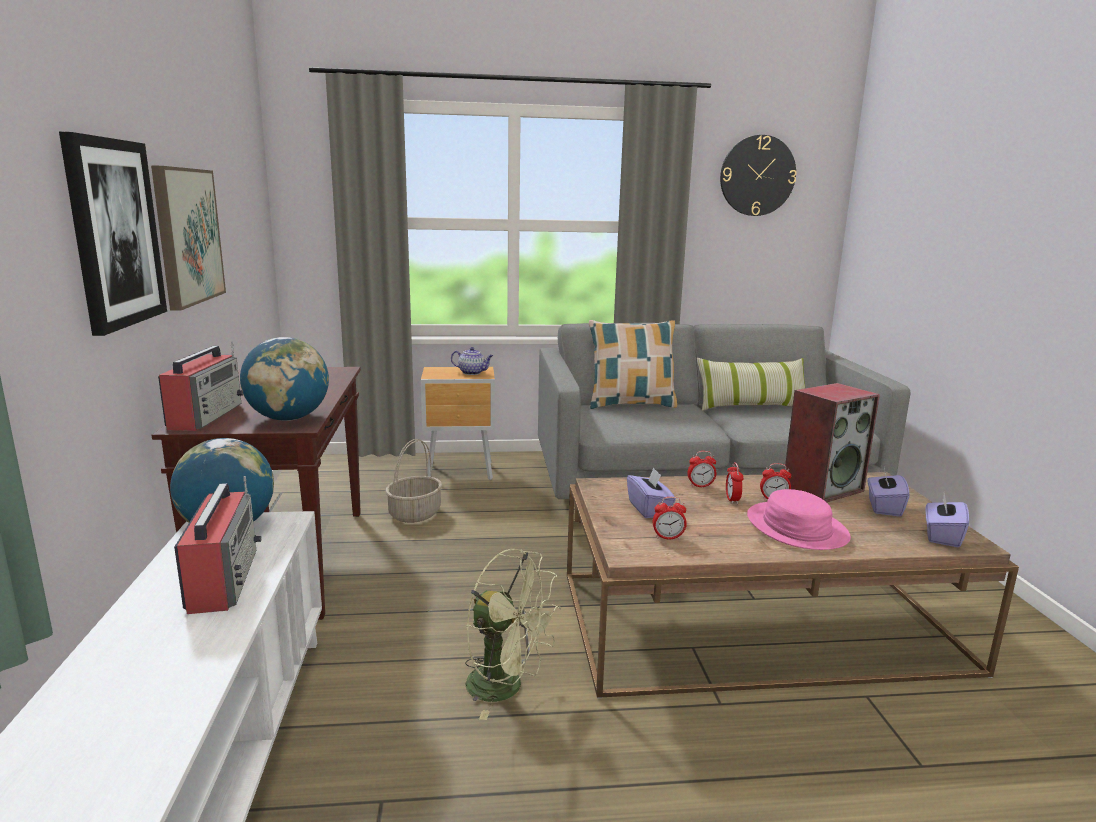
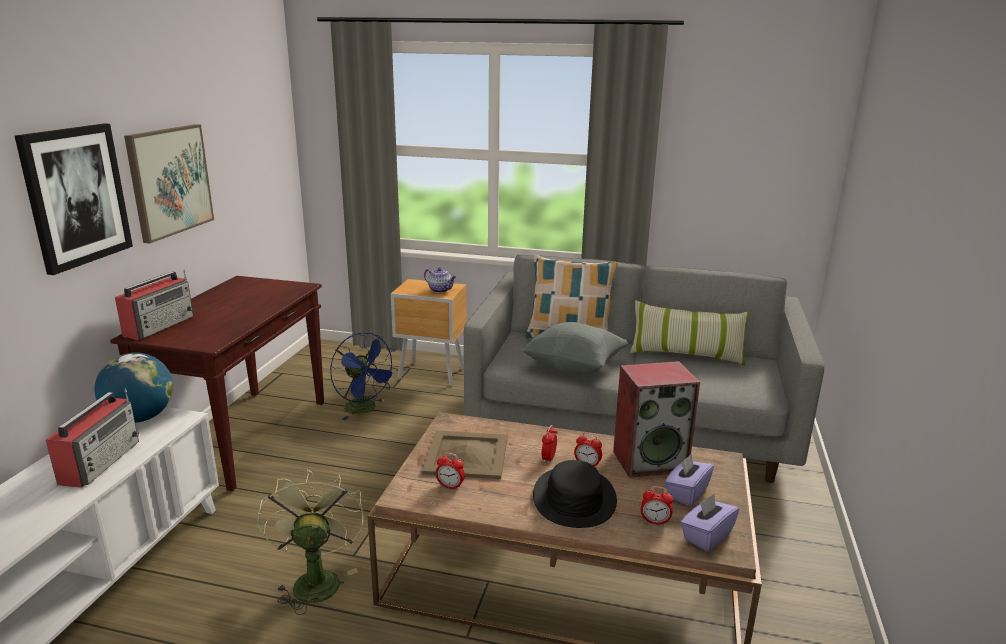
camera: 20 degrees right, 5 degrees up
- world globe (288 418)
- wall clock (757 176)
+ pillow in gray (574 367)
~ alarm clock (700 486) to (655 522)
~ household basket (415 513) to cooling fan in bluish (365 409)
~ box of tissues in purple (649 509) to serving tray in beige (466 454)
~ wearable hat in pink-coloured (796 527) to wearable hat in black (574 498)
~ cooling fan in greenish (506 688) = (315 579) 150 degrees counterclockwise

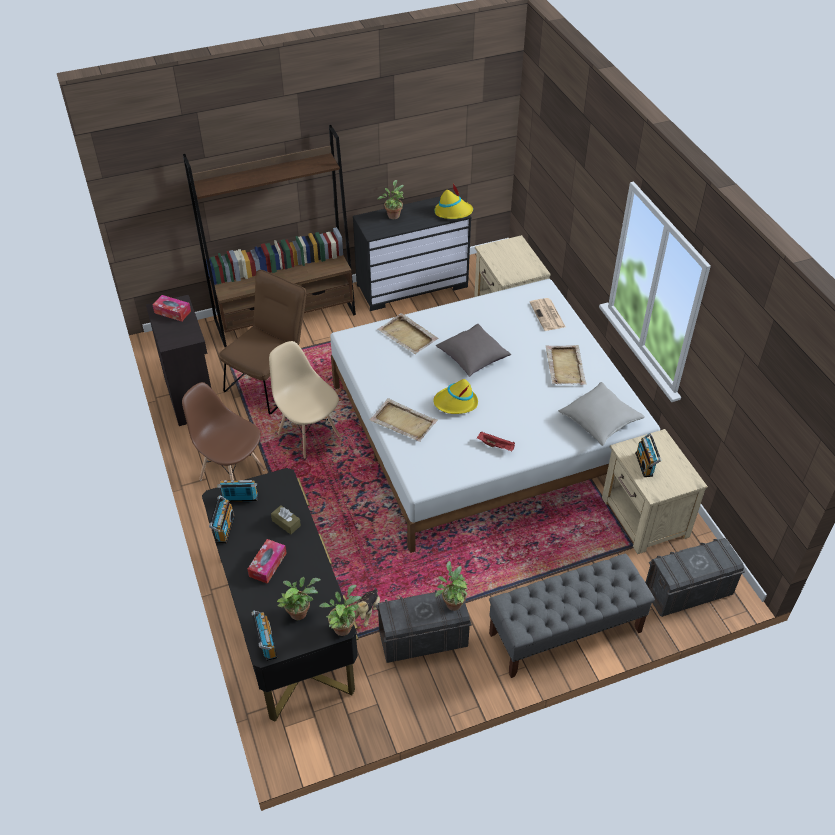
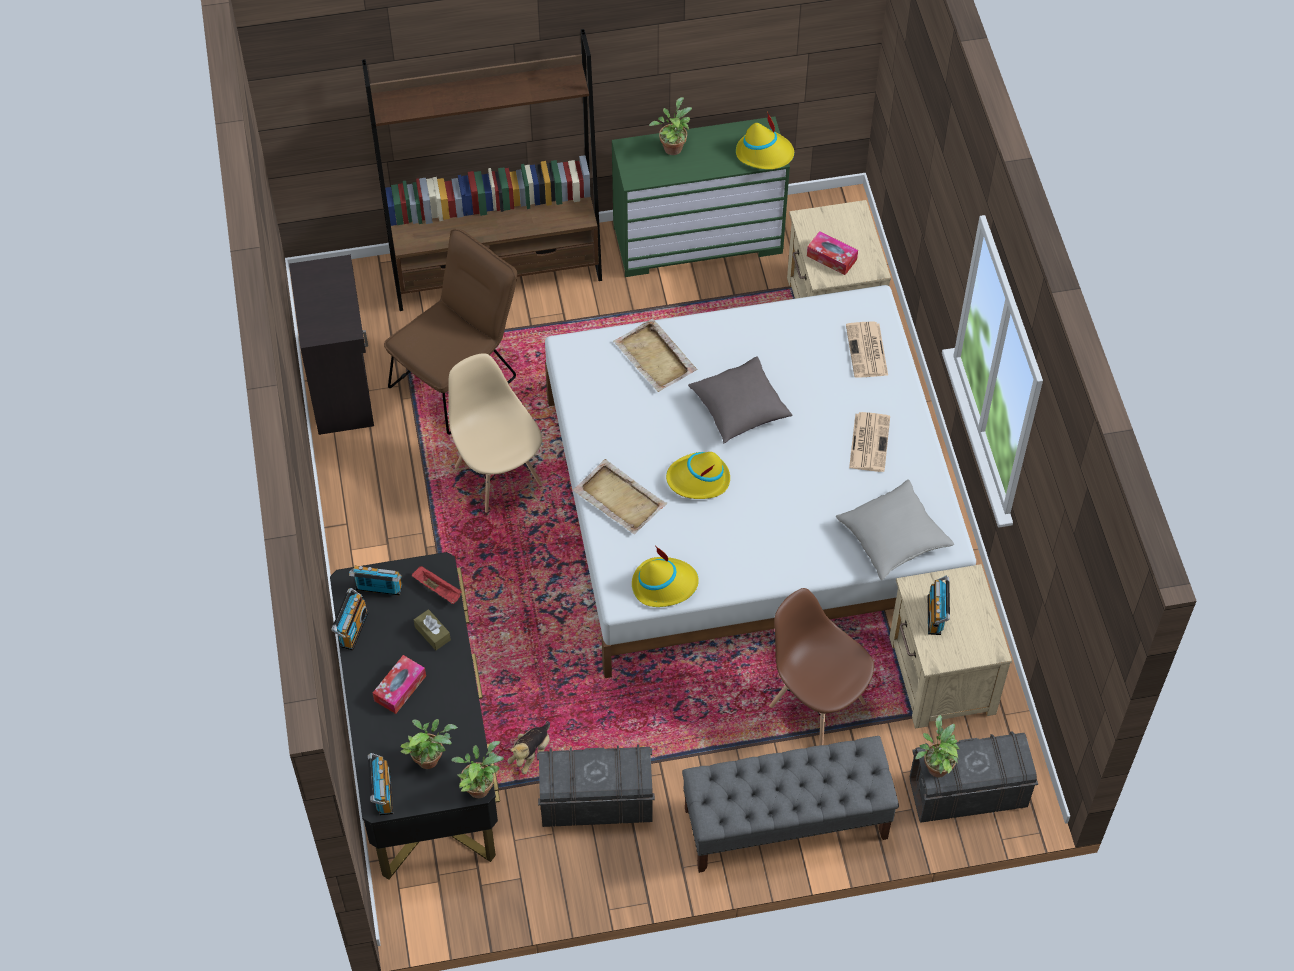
camera: 10 degrees right, 10 degrees up
+ wearable hat in yellow (664 584)
~ box of tissues (172 312) to (831 257)
~ chair in brown (231 474) to (816 704)
~ houseplant (452 602) to (936 765)
~ serving tray in red-coloured (496 446) to (438 590)
~ serving tray in beige (565 366) to newspaper (869 441)
~ drawer chest in black (412 286) to drawer chest in greenish (698 239)

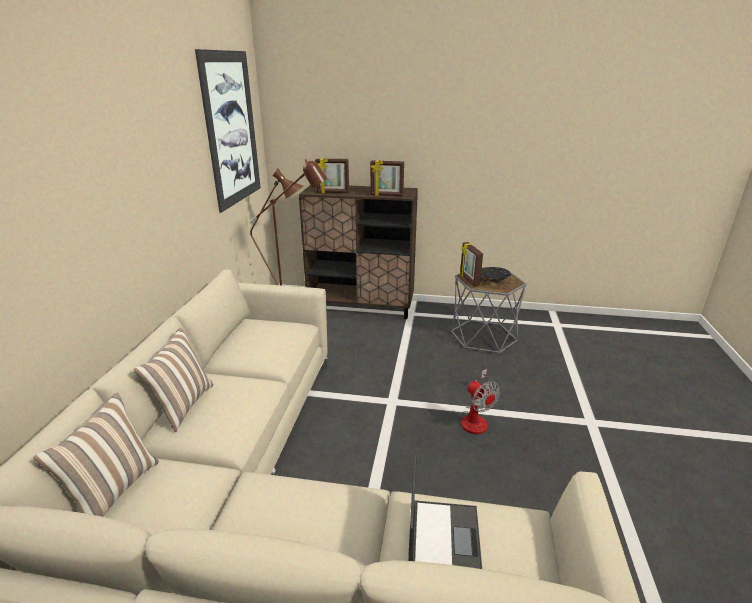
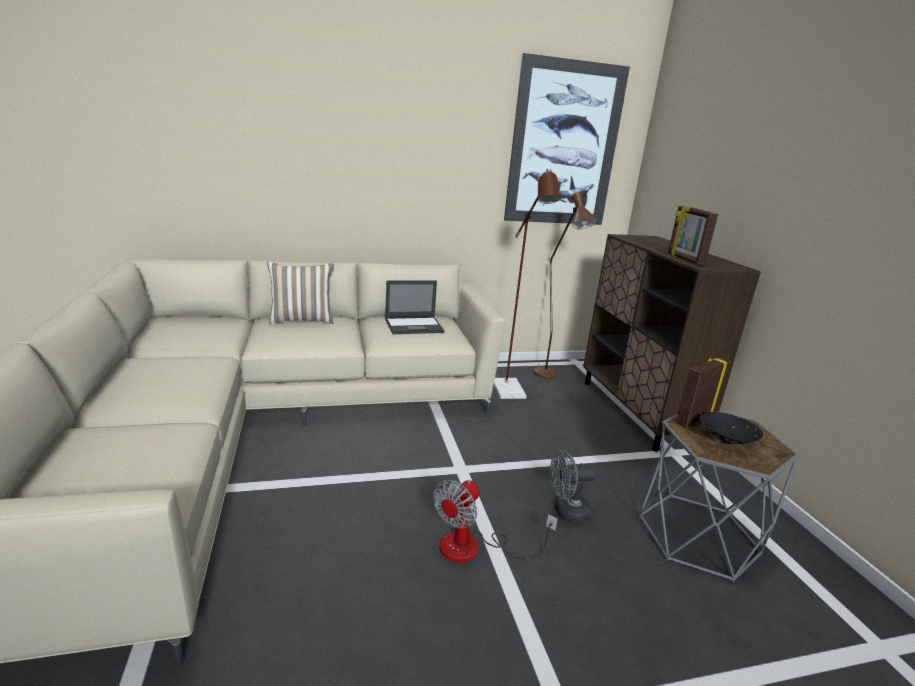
camera: 65 degrees right, 5 degrees down
- pillow (113 490)
- photo frame (333 192)
+ cooling fan in gray (566 512)
~ laptop (443 540) to (414 326)

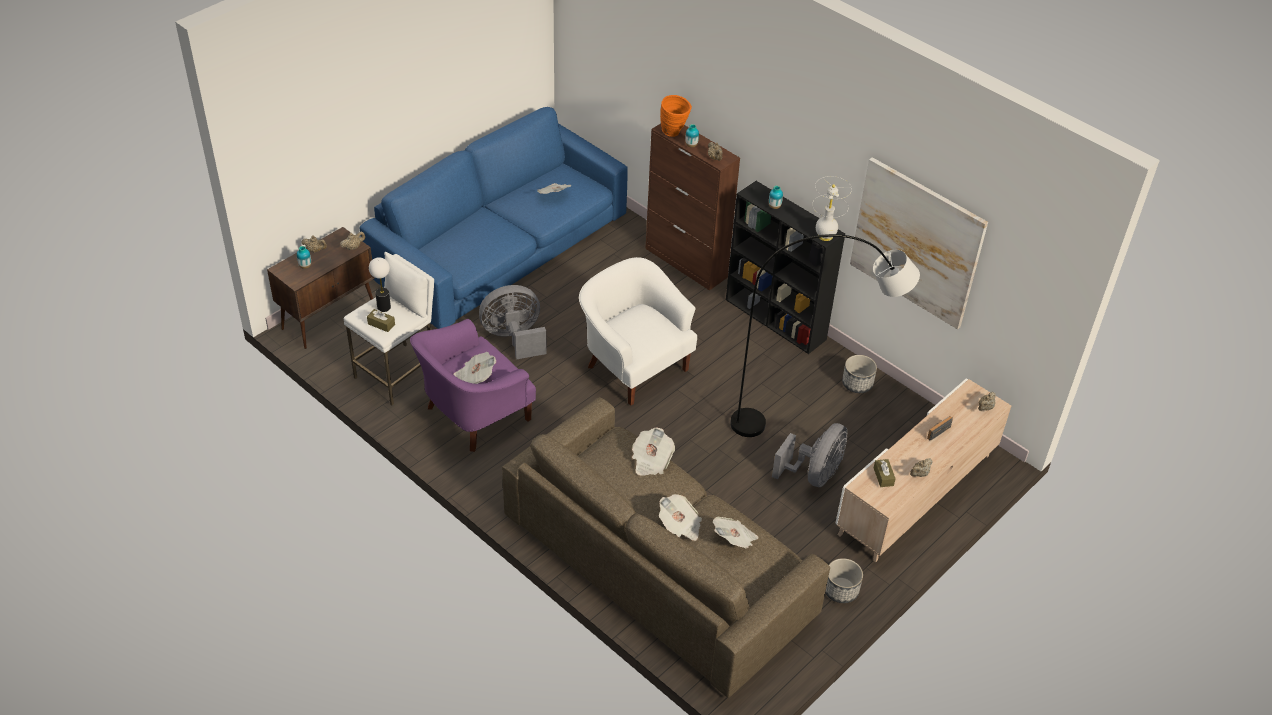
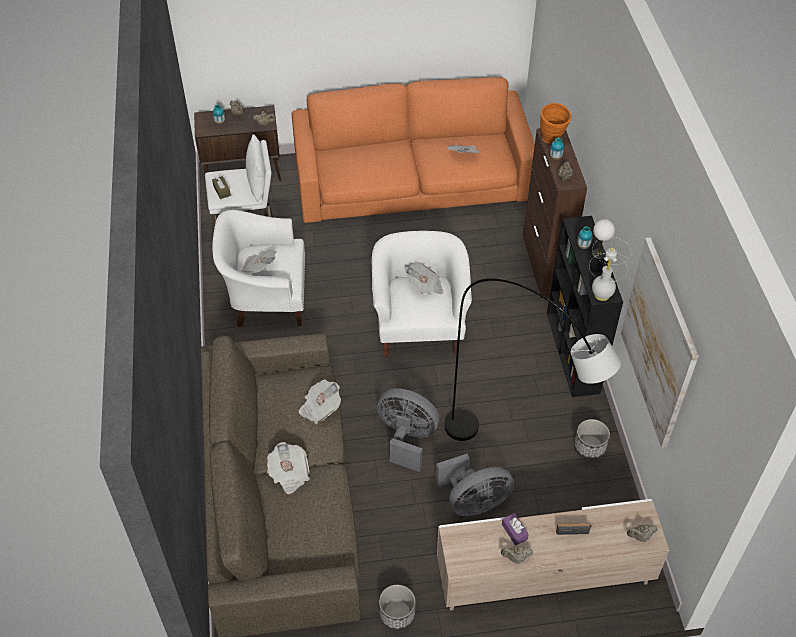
camera: 40 degrees right, 5 degrees up
- box of tissues in brown (883 476)
+ box of tissues in purple (514 532)
~ tabletop lamp (384 307) to (596 267)
~ cooling fan in gray (514 338) to (407 438)
~ newspaper (734 540) to (425 286)
~ sofa in bluish (500 247) to sofa in orange-coloured (412 180)
~ lounge chair in purple (473 415) to lounge chair in white (266 299)

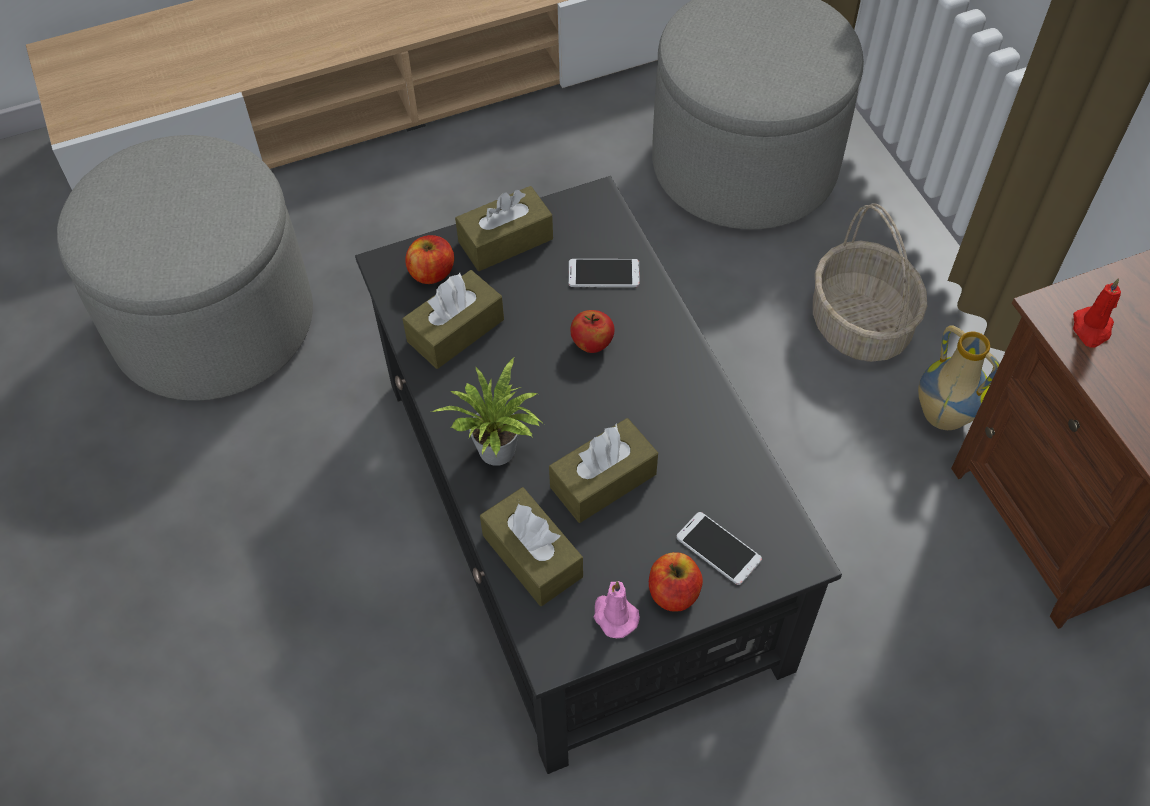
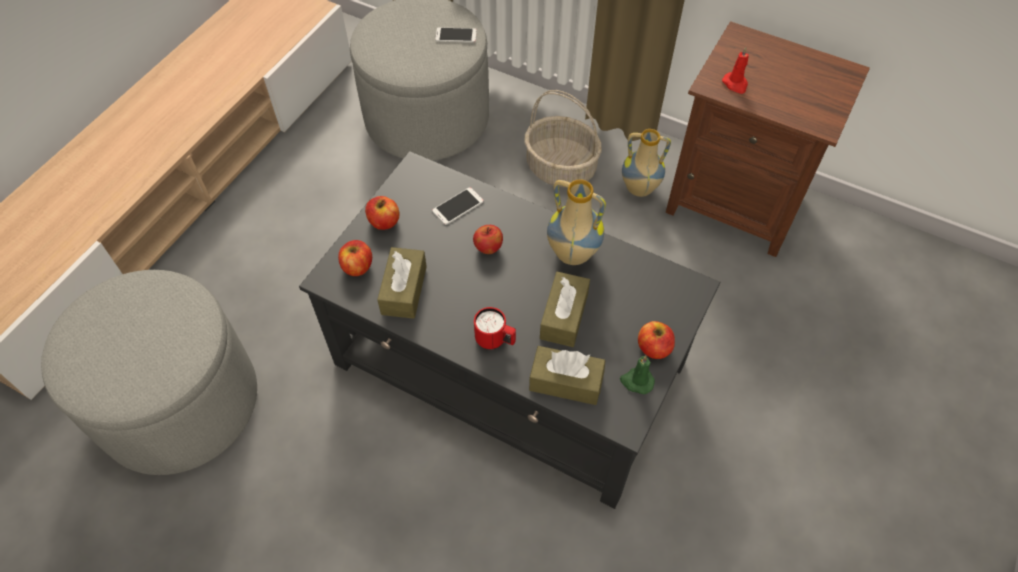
camera: 40 degrees left, 0 degrees up
+ flower vase (572 254)
~ telephone (718 548) to (456 35)
~ houseplant (499 454) to coffee mug in red-coloured (495 341)
~ box of tissues in brown (505 240) to apple (384 222)
~ wax candle in pink-coloured (614 615) to wax candle in greenish (636 381)

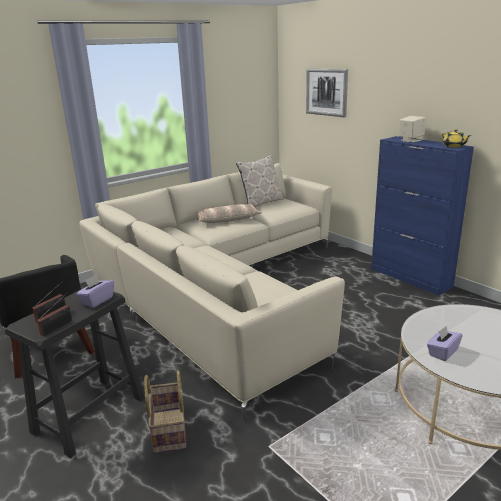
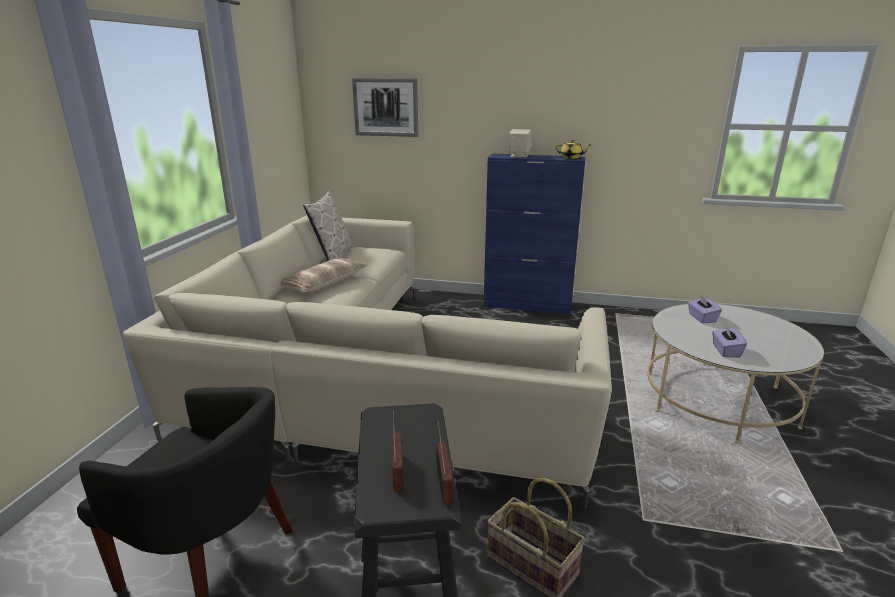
camera: 40 degrees left, 0 degrees up
~ box of tissues in purple (97 300) to (701 318)

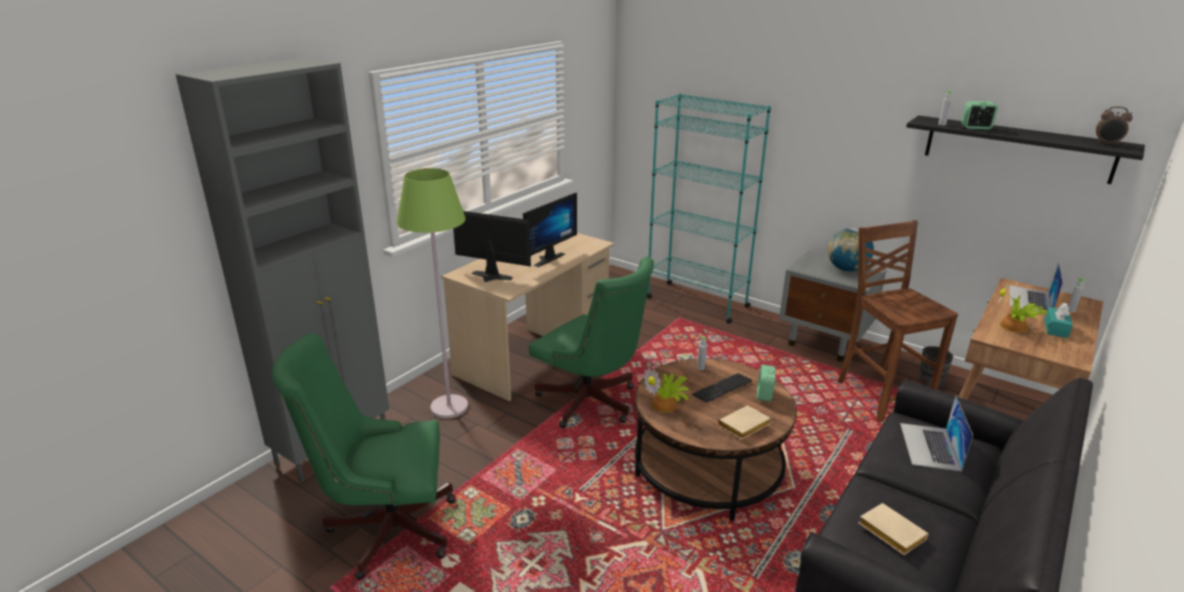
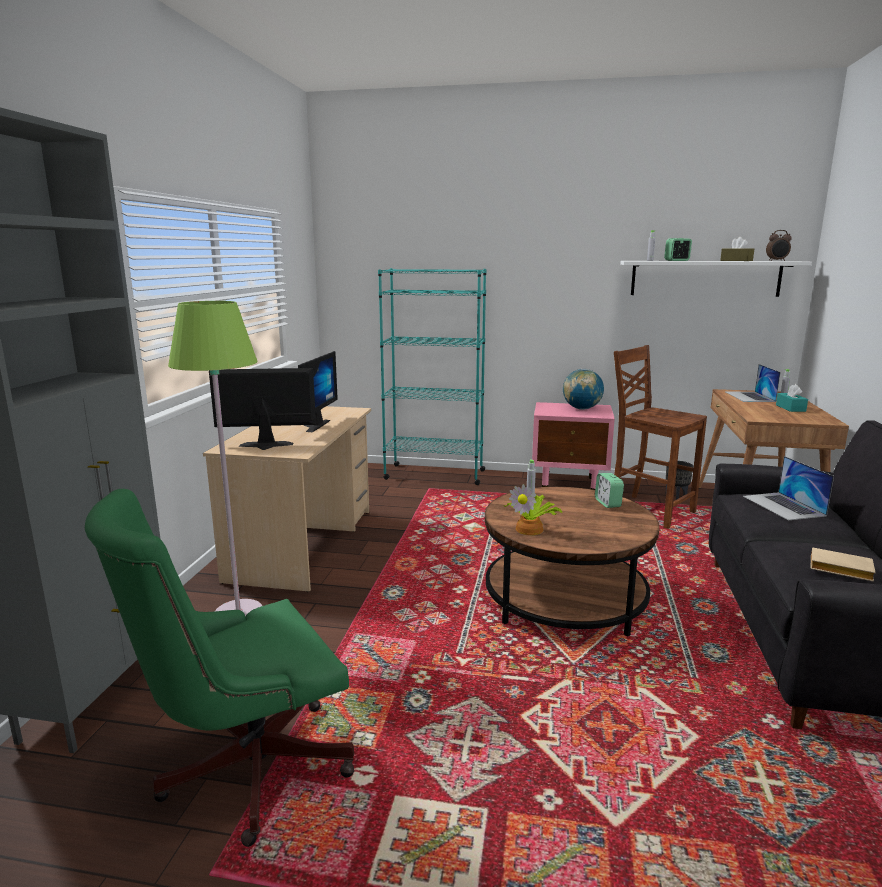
camera: 25 degrees left, 10 degrees down
- desk chair in greenish (591 404)
- keyboard (722 388)
- book in beige (744 427)
- houseplant (1014 327)
+ box of tissues in brown (736 260)
~ bedside table in gray (824 342) to bedside table in pink-coloured (570 484)
~ bracket shelf in black (1017 149) to bracket shelf in white (705 278)

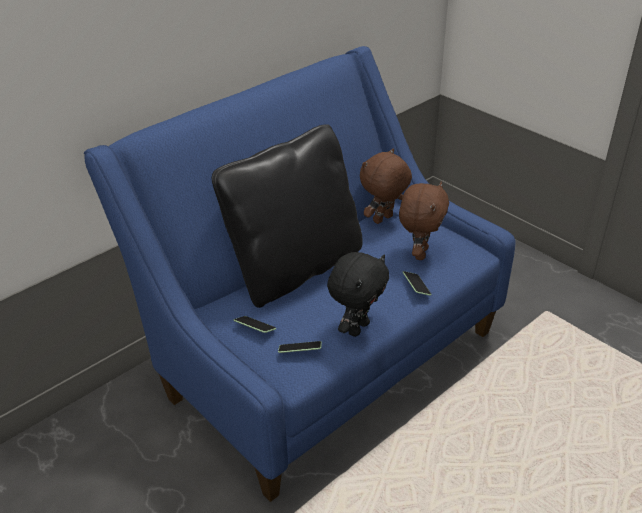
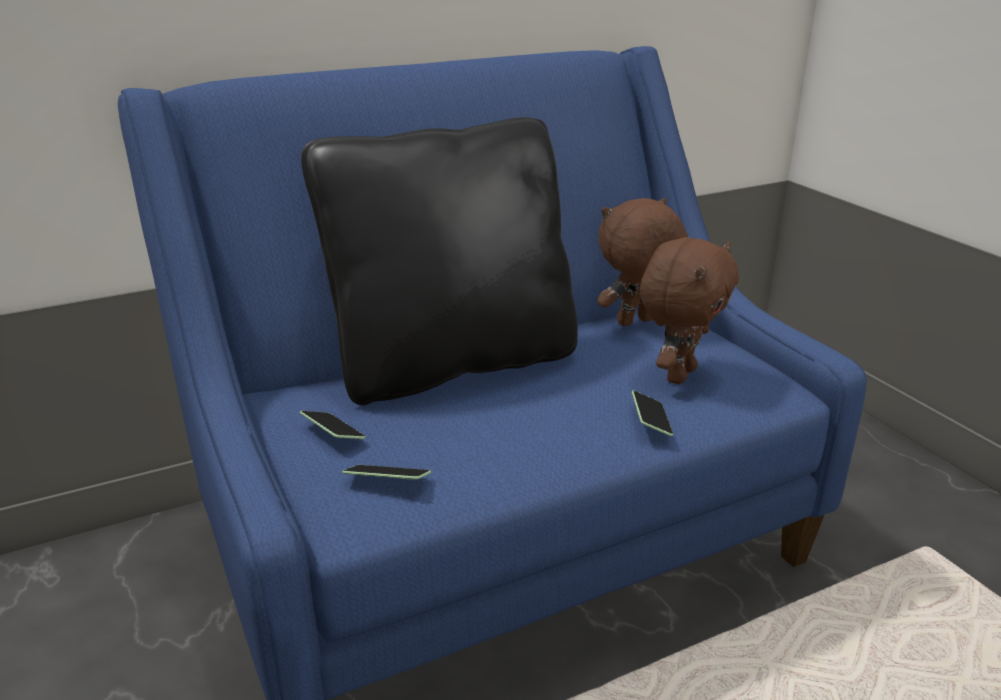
camera: 15 degrees right, 10 degrees down
- plush toy in black (357 328)

